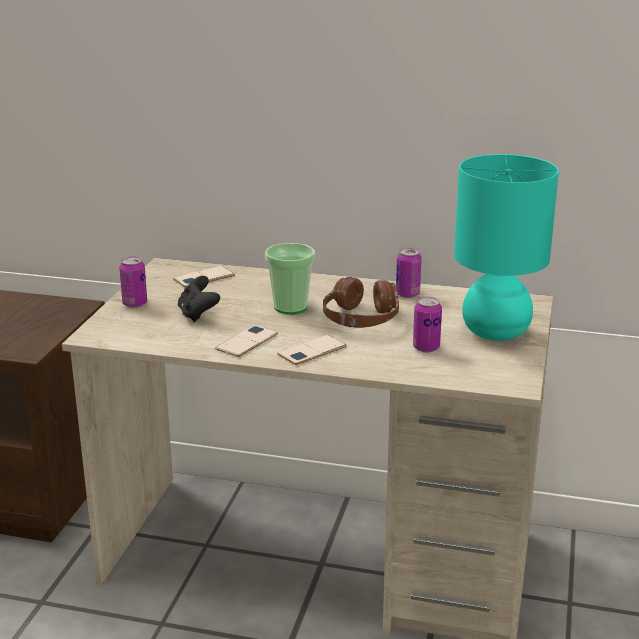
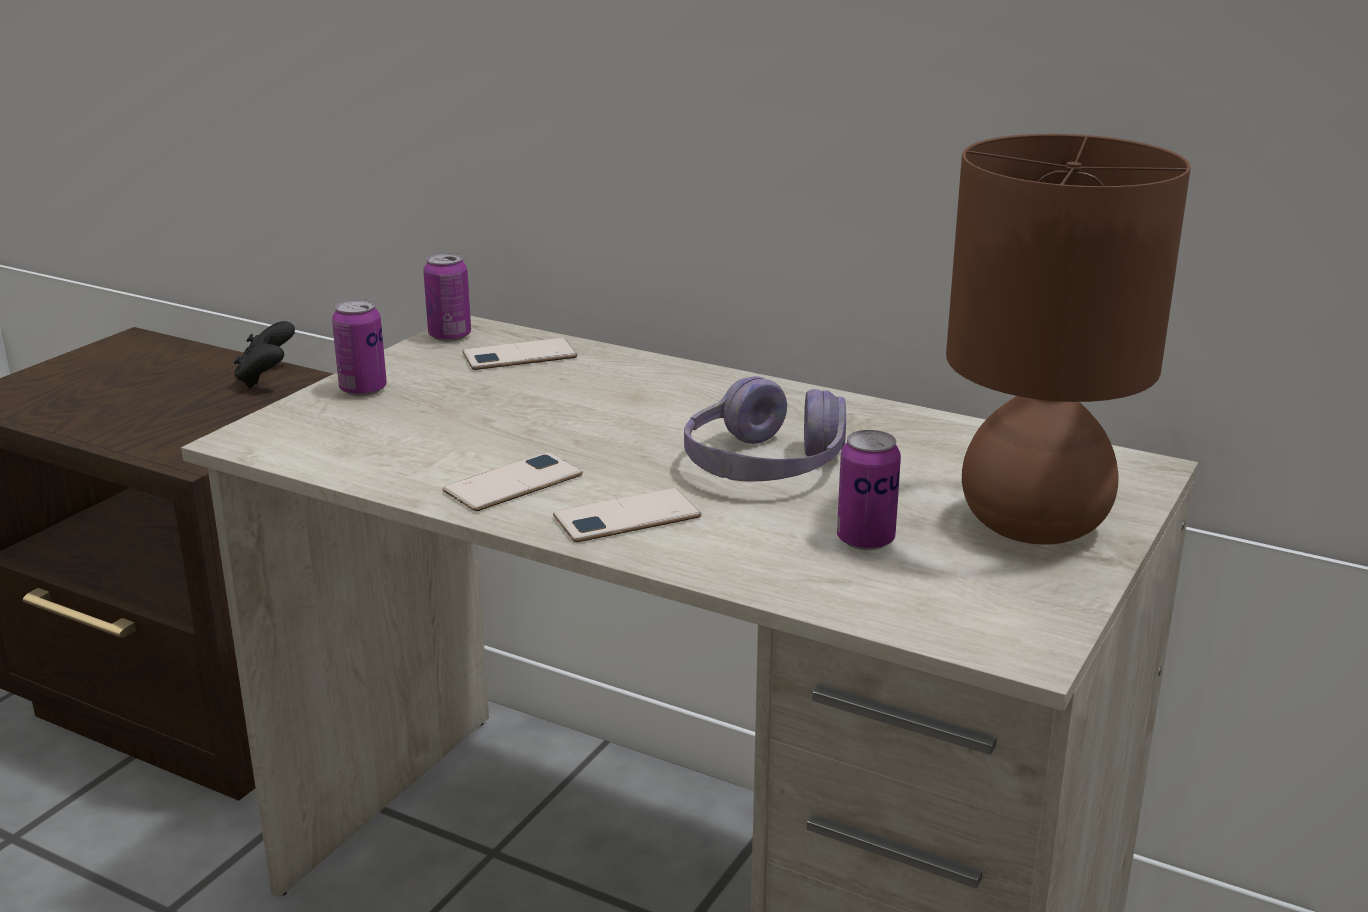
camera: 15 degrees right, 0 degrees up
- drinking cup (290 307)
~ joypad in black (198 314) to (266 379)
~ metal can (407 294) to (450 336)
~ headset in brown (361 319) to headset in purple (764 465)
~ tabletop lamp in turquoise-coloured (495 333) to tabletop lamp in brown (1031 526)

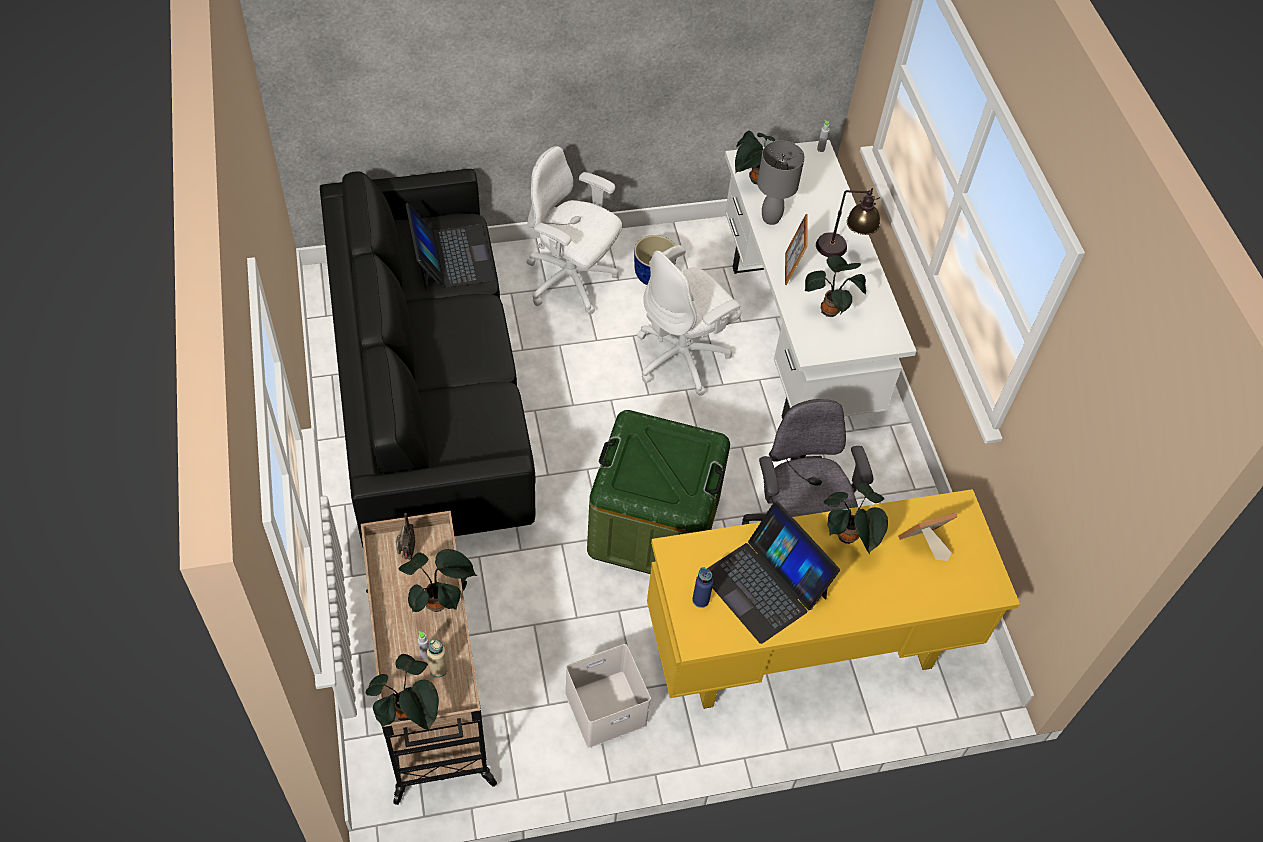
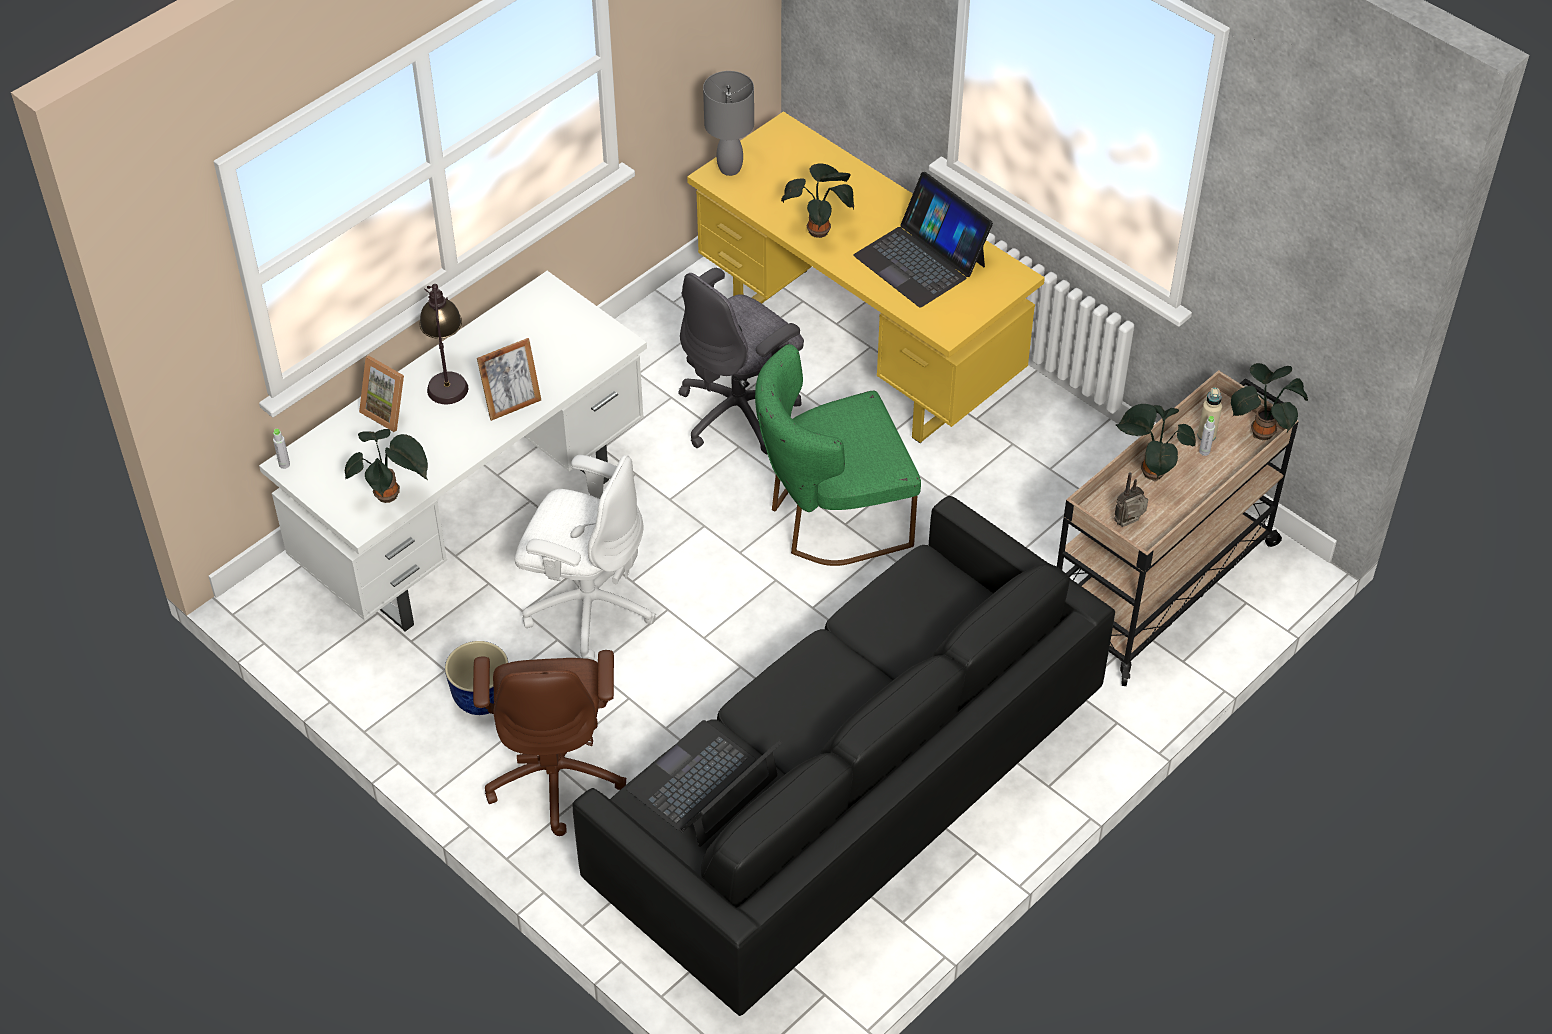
camera: 120 degrees left, 5 degrees down
- storage box in white (605 710)
- drink bottle in bluish (700 600)
- houseplant (830 309)
~ tabletop lamp in gray (770 218) to (730 169)
~ photo frame (923 545) to (389 411)
~ storage box in greenish (654 525) to chair in greenish (831 519)
~ desk chair in white (571 281) to desk chair in brown (556 774)
~ laptop (765 585) = (920 260) 120 degrees clockwise

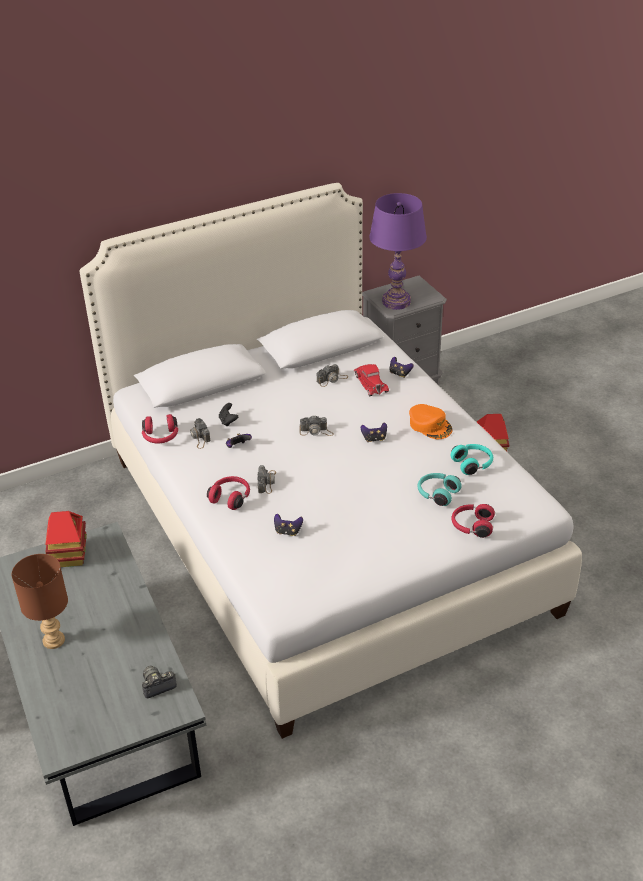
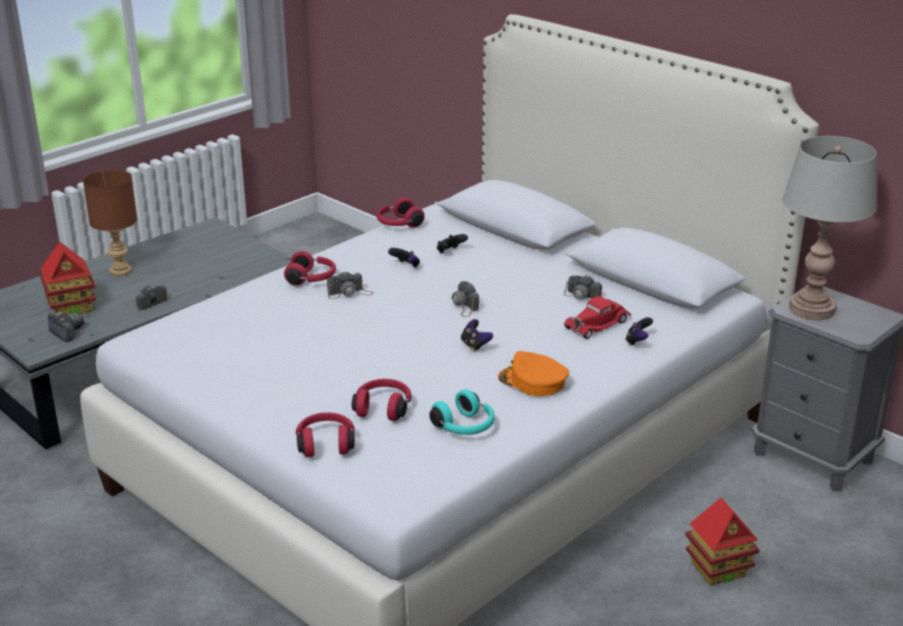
camera: 70 degrees right, 10 degrees down
- joypad (288 531)
~ model house (70 556) to (72 308)
~ still camera (199 437) to (146 303)
~ tabletop lamp in purple (396 302) to tabletop lamp in gray (812 309)
~ headset in turquoise-coloured (437 494) to headset in red-coloured (383 408)
~ peaked cap in orange-coloured (430 425) = (532 381) 90 degrees clockwise

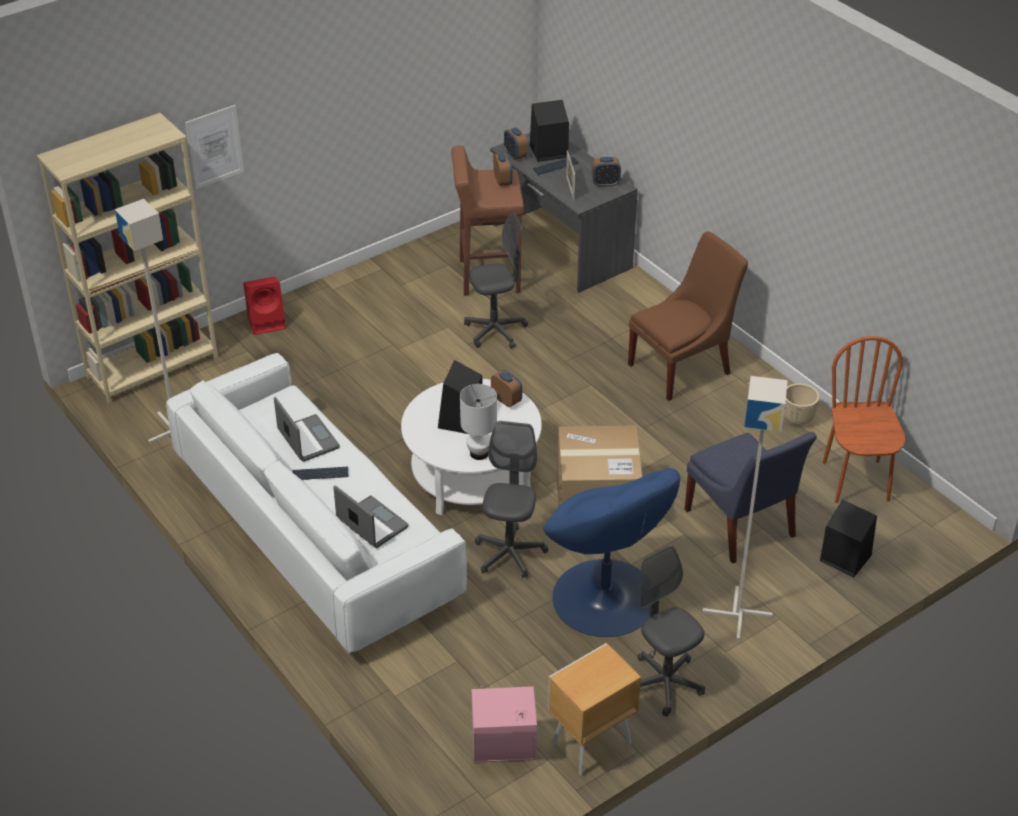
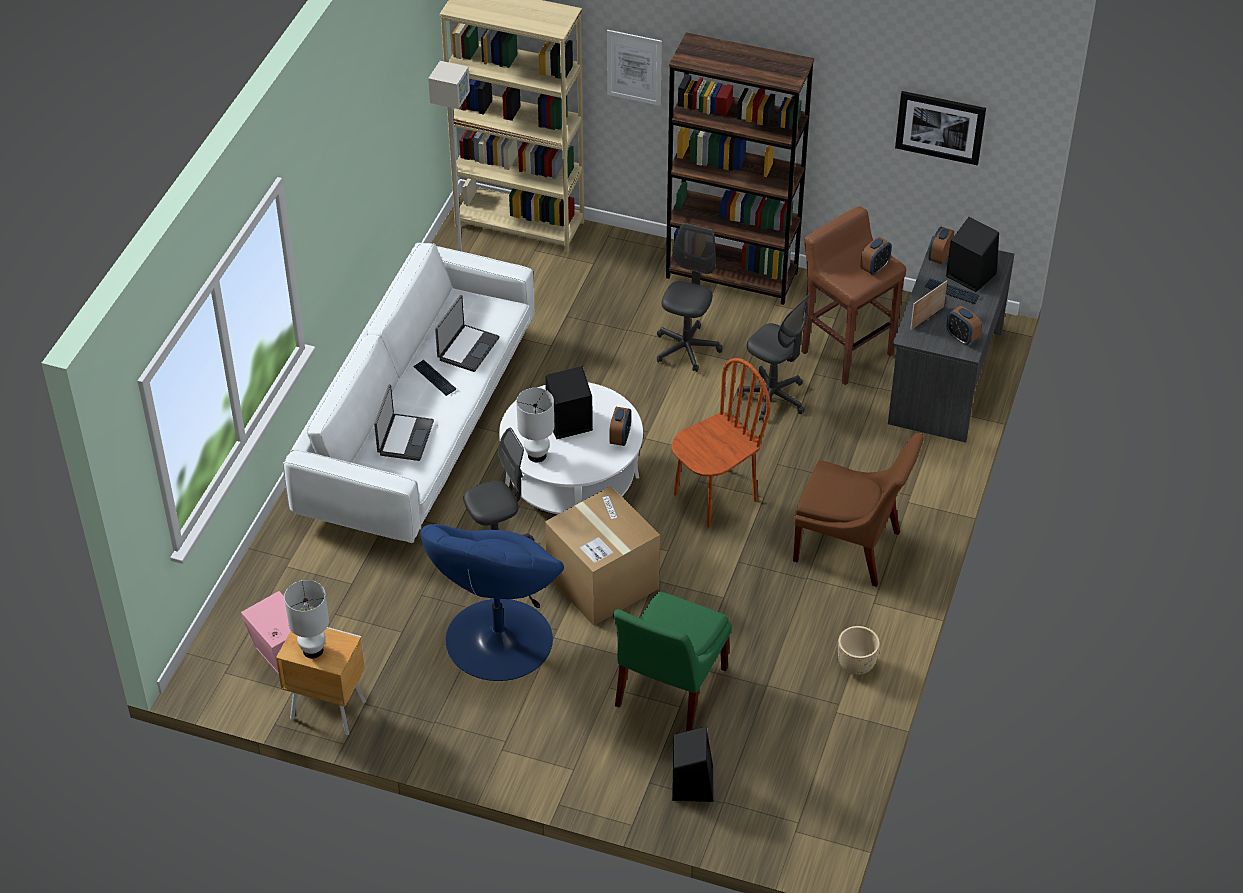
camera: 55 degrees right, 5 degrees up
- speaker in red-coloured (267 322)
- standing lamp in gray (738 613)
+ tabletop lamp in white (312 650)
+ bookshelf in brown (732 275)
+ wall picture (940 126)
~ desk chair in gray (664 684) to (686 349)
~ chair in brown (856 481) to (715 497)
~ chair in bluish (741 526) to chair in greenish (668 691)

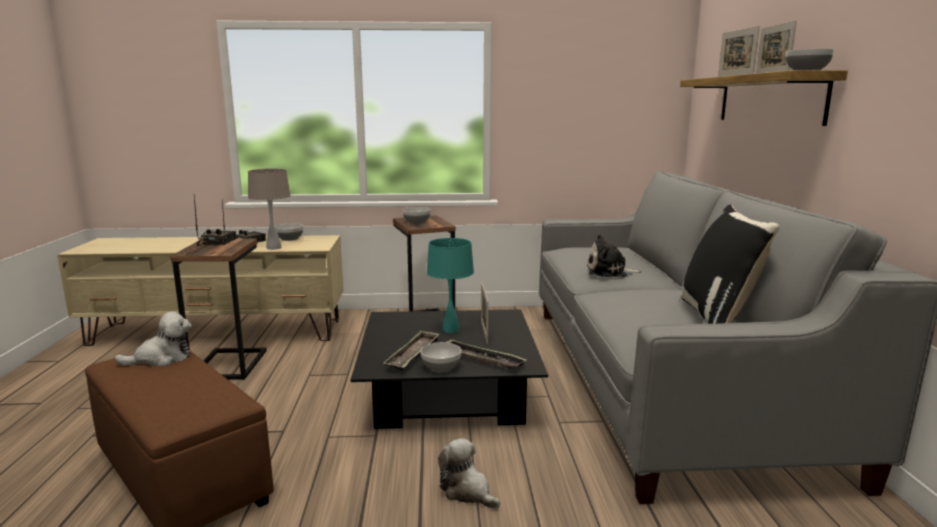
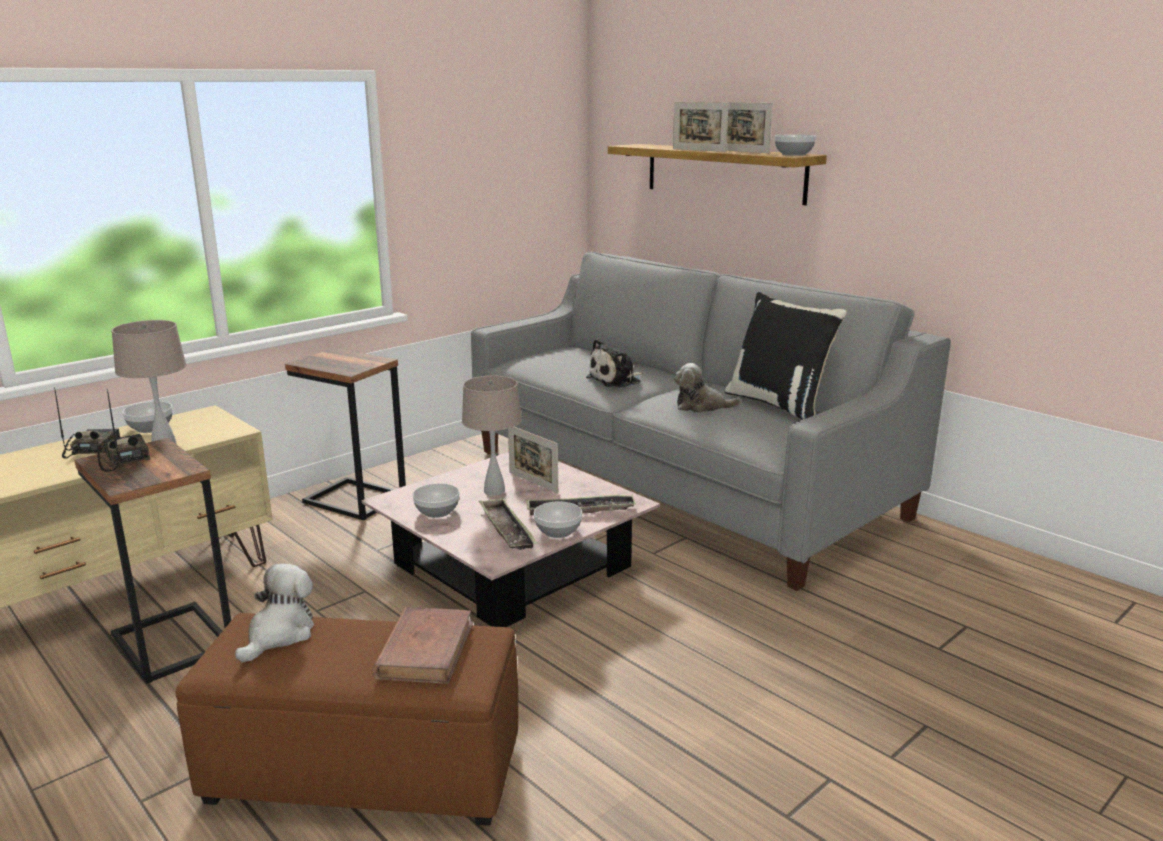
camera: 40 degrees left, 5 degrees up
+ book in brown (425 650)
~ serving bowl (416 222) to (436 512)
~ plush toy (467 491) to (701 406)
~ coffee table in black (449 392) to coffee table in pink-coloured (513 566)
~ tabletop lamp in turquoise-coloured (450 329) to tabletop lamp in beige (494 491)

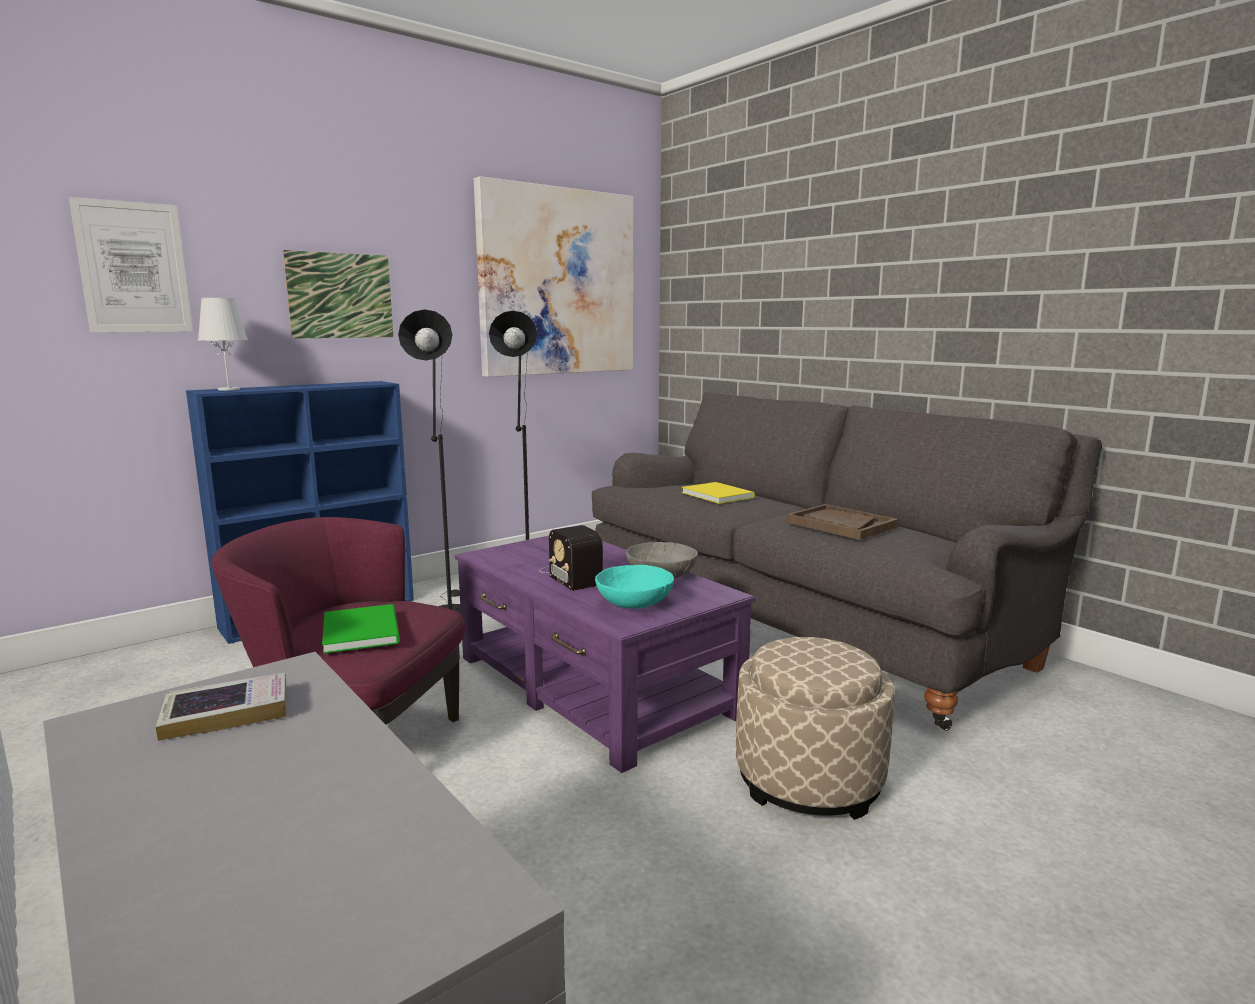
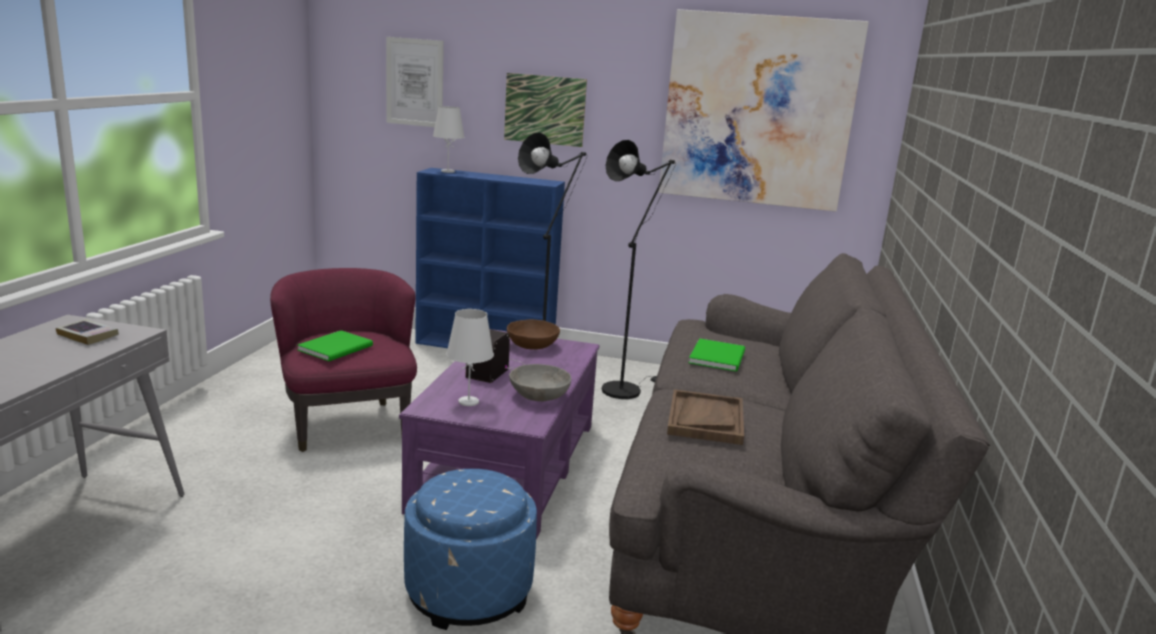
camera: 50 degrees right, 5 degrees up
+ serving bowl in brown (532 346)
~ serving bowl in turquoise-coloured (635 603) to tabletop lamp in white (468 401)
~ book in yellow (717 494) to book in greenish (719 357)
~ footrest in beige (809 779) to footrest in bluish (469 591)

